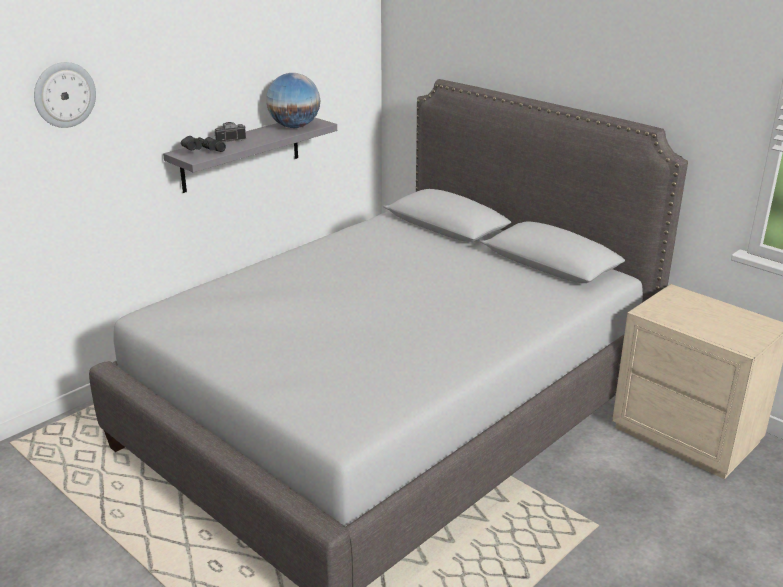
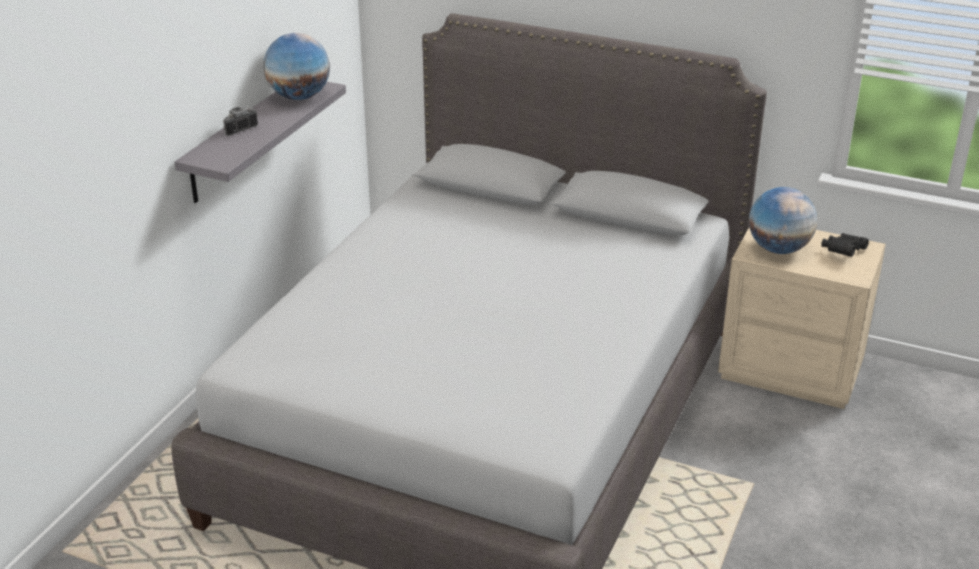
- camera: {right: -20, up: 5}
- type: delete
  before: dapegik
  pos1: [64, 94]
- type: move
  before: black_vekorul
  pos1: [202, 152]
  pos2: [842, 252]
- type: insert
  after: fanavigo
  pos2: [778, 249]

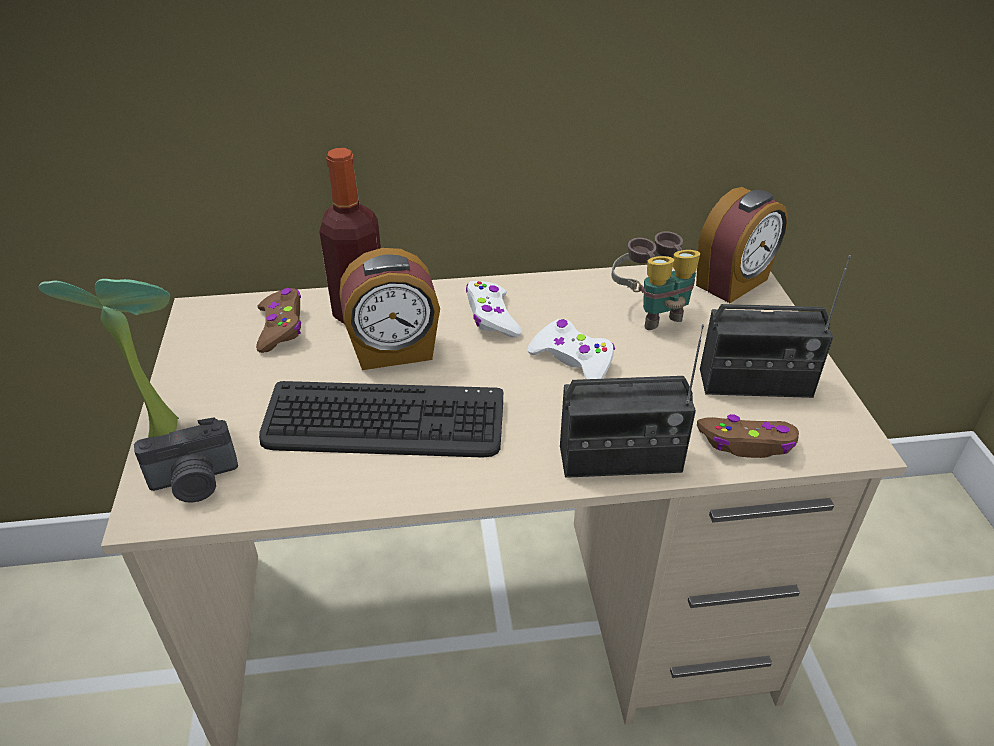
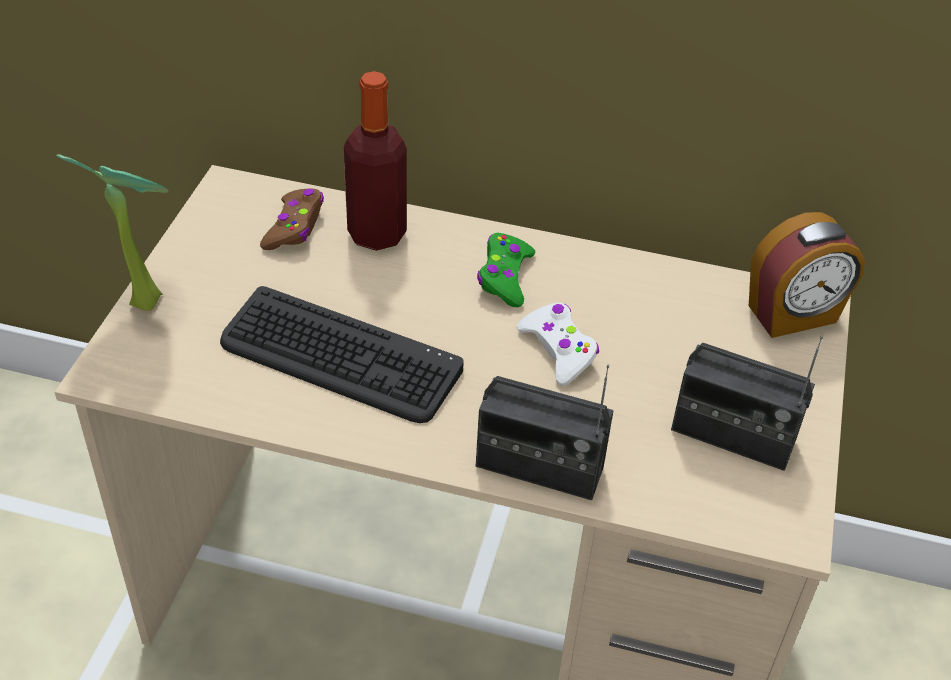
- camera: {right: 20, up: 5}
- type: delete
  before: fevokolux
  pos1: [195, 483]
- type: delete
  before: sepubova
  pos1: [394, 352]
- type: recolor
  before: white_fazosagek
  after: green_fazosagek
  pos1: [491, 317]
  pos2: [505, 277]
- type: delete
  before: vekorul
  pos1: [651, 312]
- type: delete
  before: brown_fazosagek
  pos1: [747, 443]

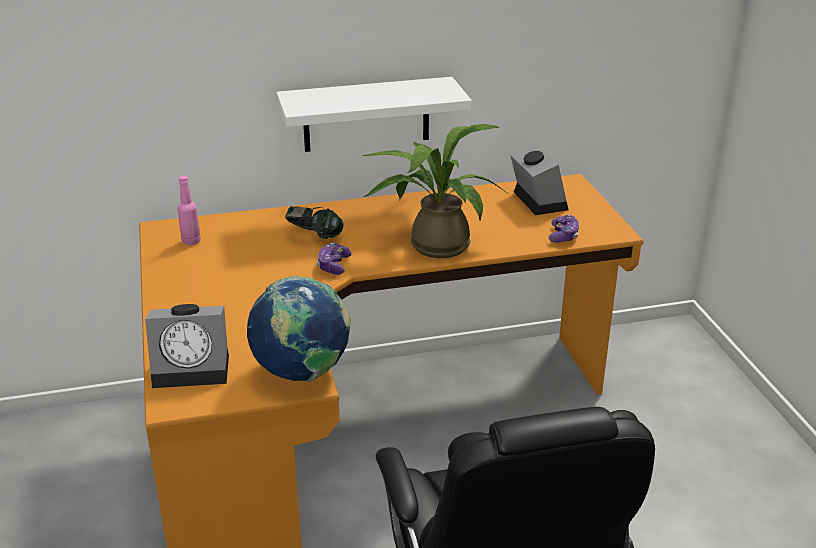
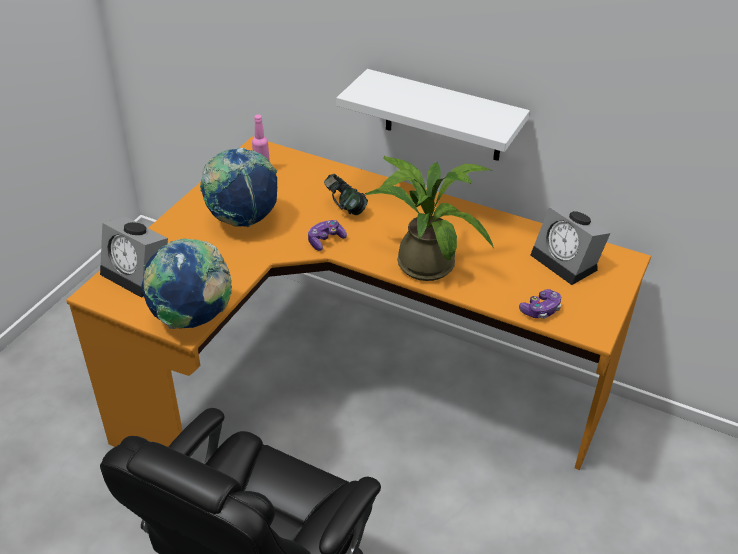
- camera: {right: 40, up: 10}
- type: rotate
  before: sepubova
  pos1: [536, 200]
  pos2: [567, 262]
  turn: 120
- type: insert
  after: fanavigo
  pos2: [242, 220]

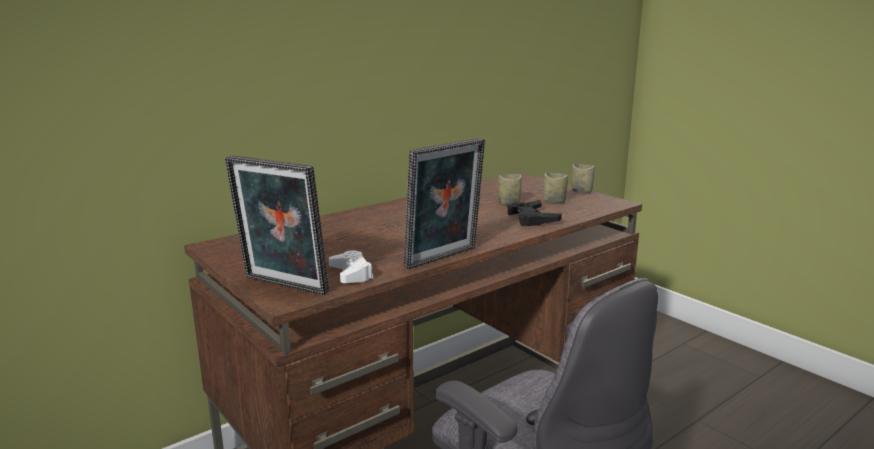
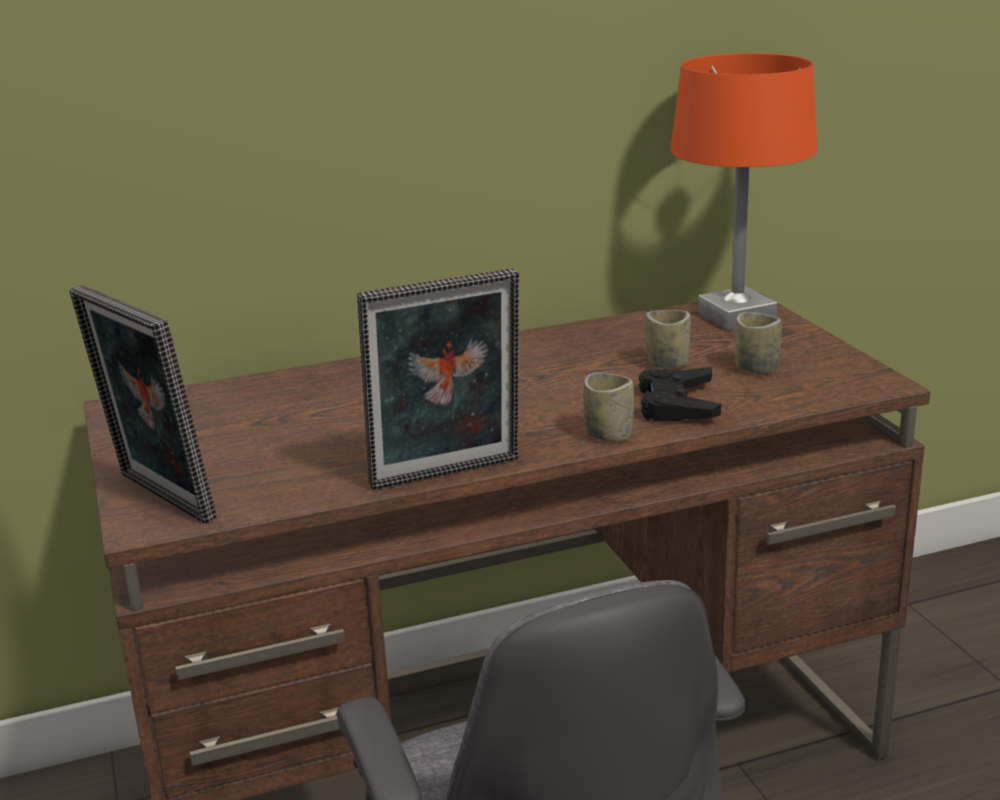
- camera: {right: 20, up: 5}
- type: delete
  before: white_fazosagek
  pos1: [351, 274]
- type: move
  before: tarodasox
  pos1: [581, 191]
  pos2: [608, 435]
- type: insert
  after: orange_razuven
  pos2: [736, 317]

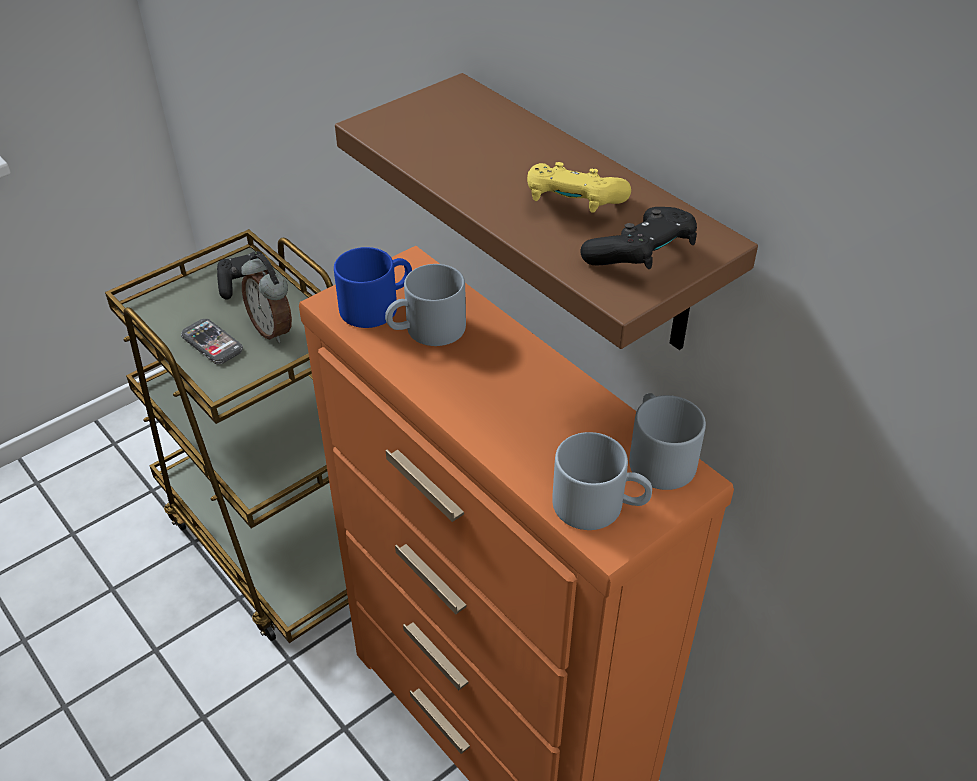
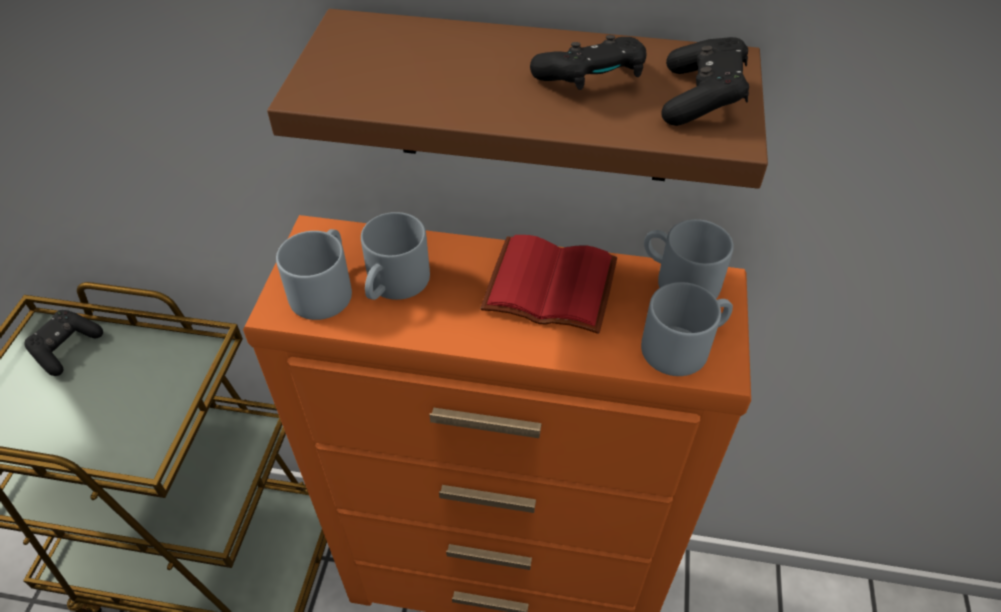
- camera: {right: -40, up: 5}
- type: delete
  before: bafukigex
  pos1: [212, 343]
- type: delete
  before: sepubova
  pos1: [273, 329]
- type: recolor
  before: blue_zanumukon
  after: grey_zanumukon
  pos1: [377, 305]
  pos2: [324, 287]
- type: recolor
  before: yellow_fazosagek
  after: black_fazosagek
  pos1: [572, 205]
  pos2: [590, 82]
- type: insert
  after: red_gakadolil
  pos2: [547, 288]

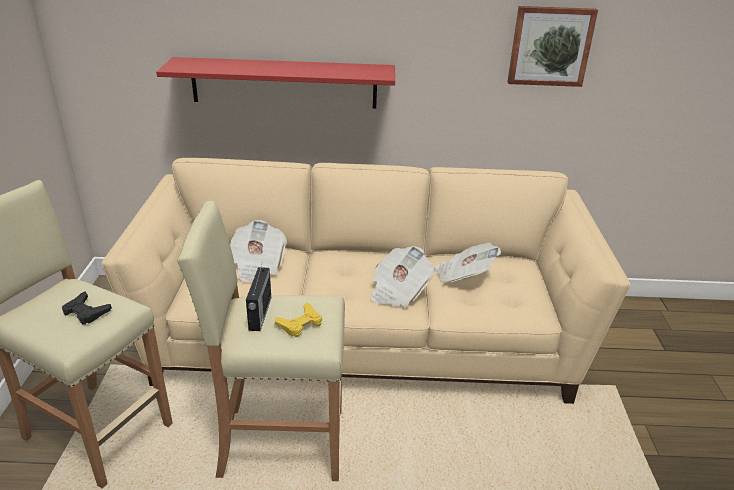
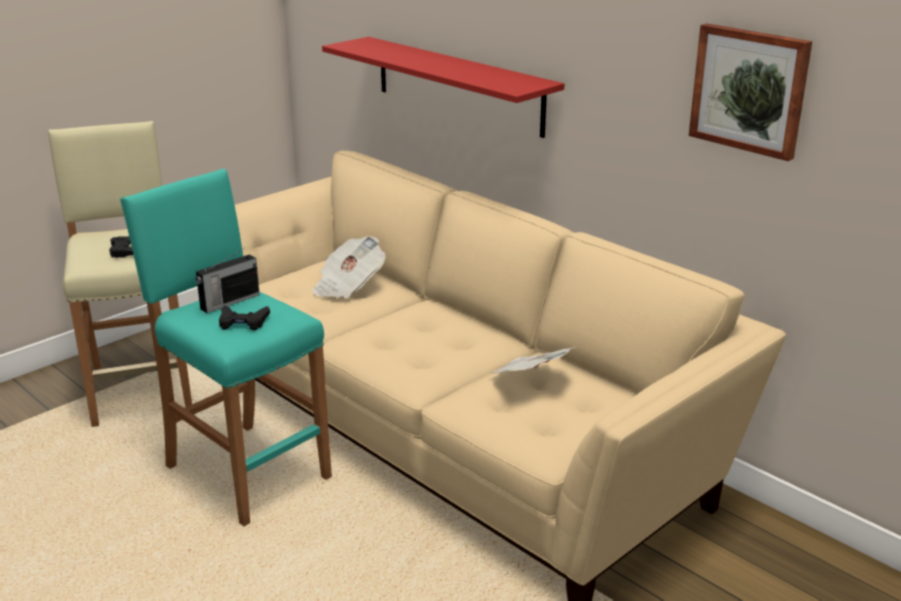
- camera: {right: 45, up: -5}
- type: recolor
  before: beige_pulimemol
  after: turquoise_pulimemol
  pos1: [280, 442]
  pos2: [246, 472]
- type: recolor
  before: yellow_fazosagek
  after: black_fazosagek
  pos1: [300, 324]
  pos2: [243, 322]
- type: delete
  before: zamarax
  pos1: [398, 291]

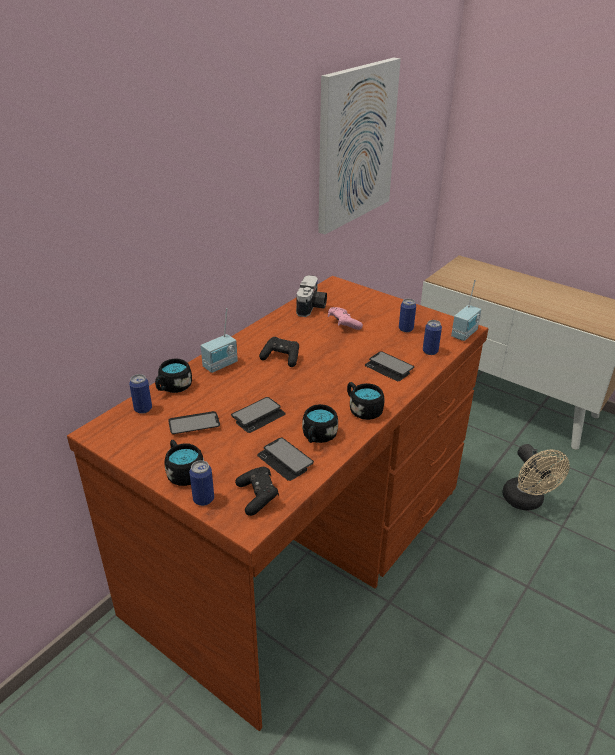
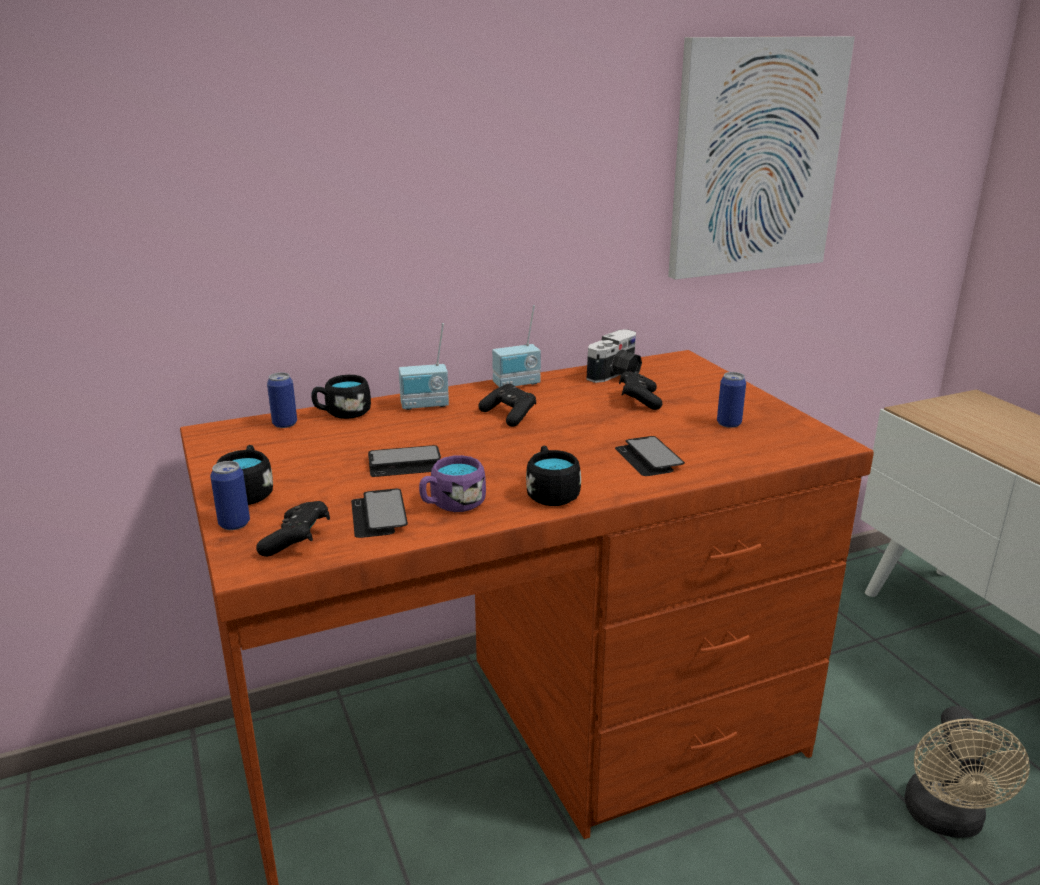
- camera: {right: 30, up: -10}
- type: delete
  before: bafukigex
  pos1: [194, 424]
- type: recolor
  before: black_zanumukon
  after: purple_zanumukon
  pos1: [318, 437]
  pos2: [452, 504]
- type: recolor
  before: pink_fazosagek
  after: black_fazosagek
  pos1: [343, 324]
  pos2: [639, 400]
- type: delete
  before: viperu
  pos1: [430, 351]
- type: move
  before: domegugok
  pos1: [465, 334]
  pos2: [517, 384]

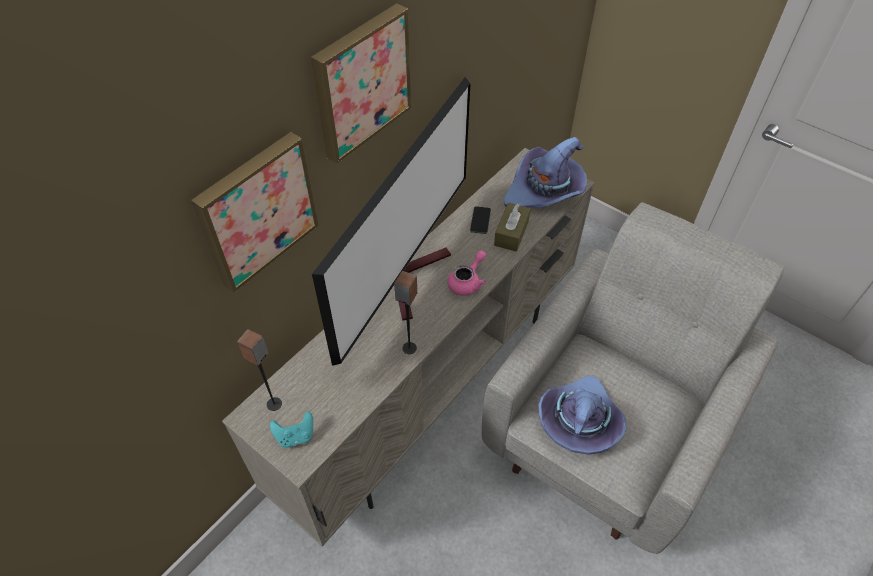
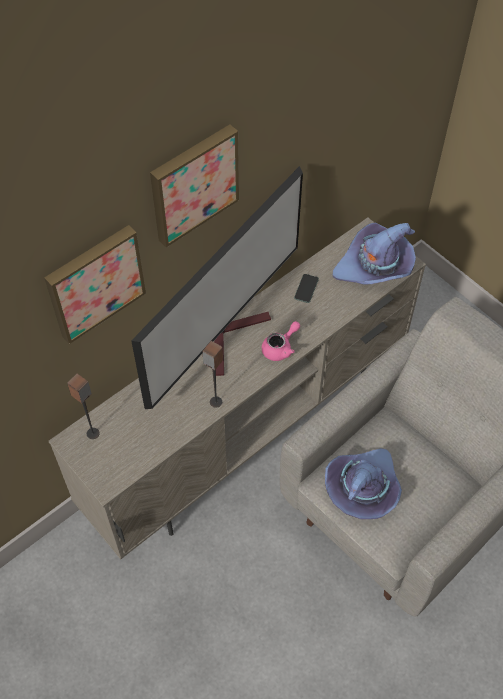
- camera: {right: 10, up: 5}
- type: delete
  before: turquoise_fazosagek
  pos1: [295, 436]
- type: delete
  before: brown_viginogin
  pos1: [511, 233]

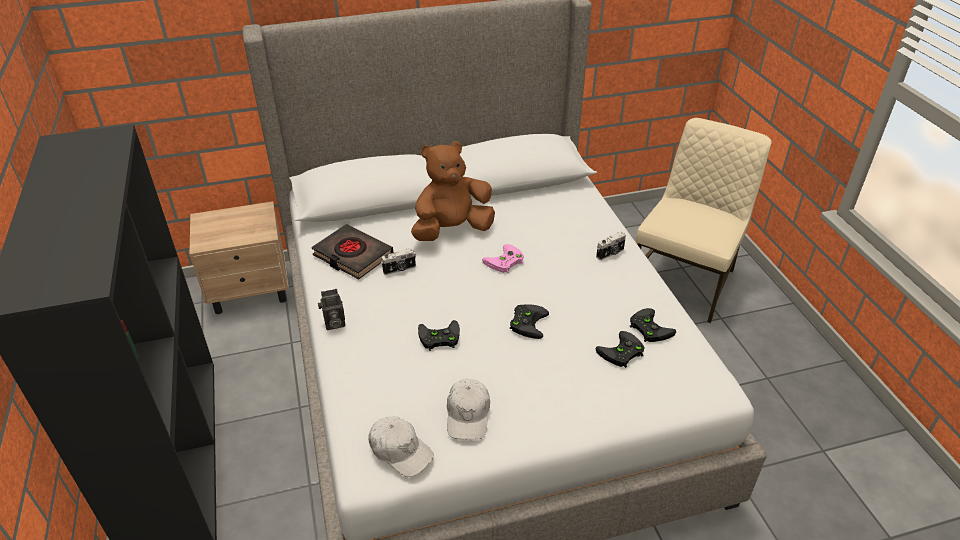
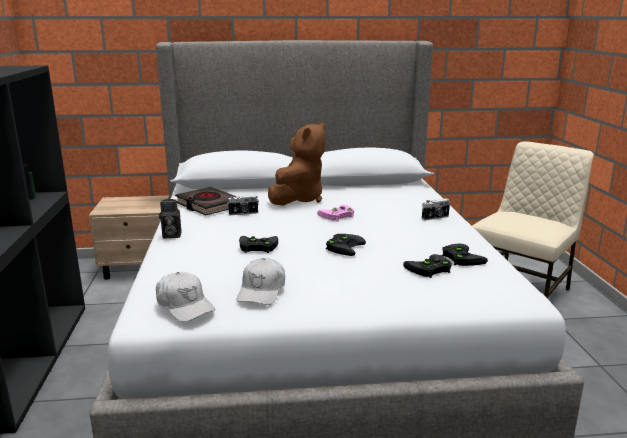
- camera: {right: 10, up: -20}
- type: rotate
  before: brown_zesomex
  pos1: [452, 230]
  pos2: [298, 199]
  turn: 135

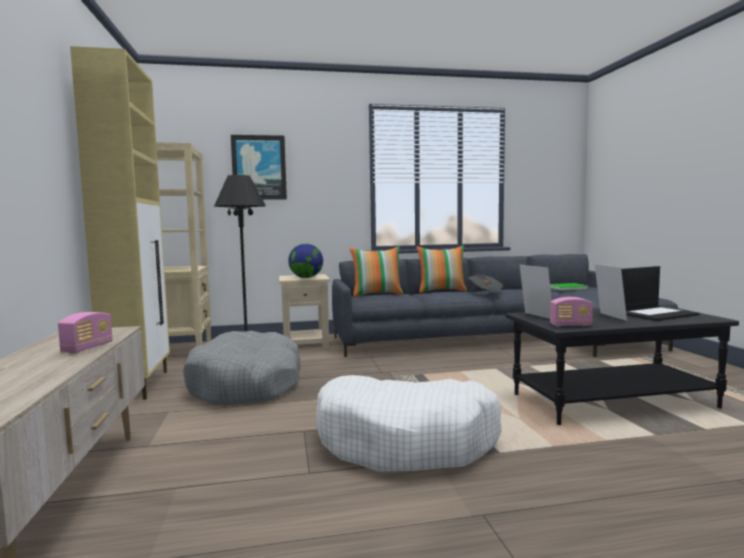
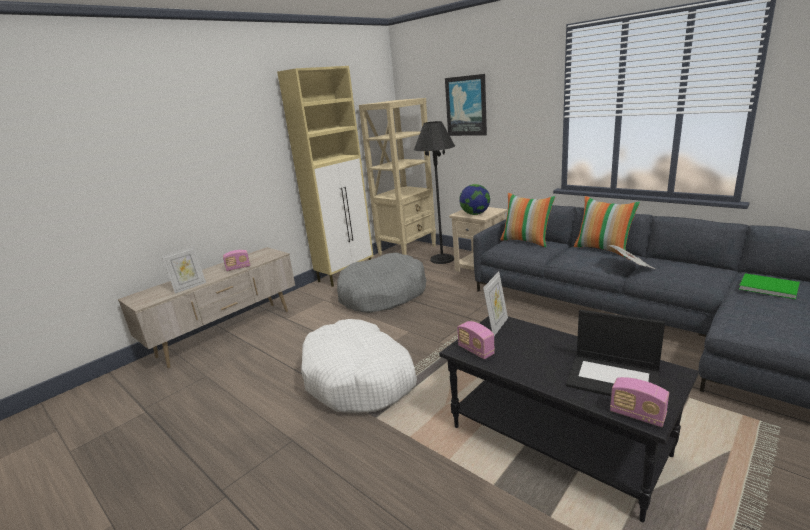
- camera: {right: 55, up: 15}
- type: move
  before: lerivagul
  pos1: [609, 317]
  pos2: [189, 287]
- type: insert
  after: domegugok
  pos2: [637, 415]

